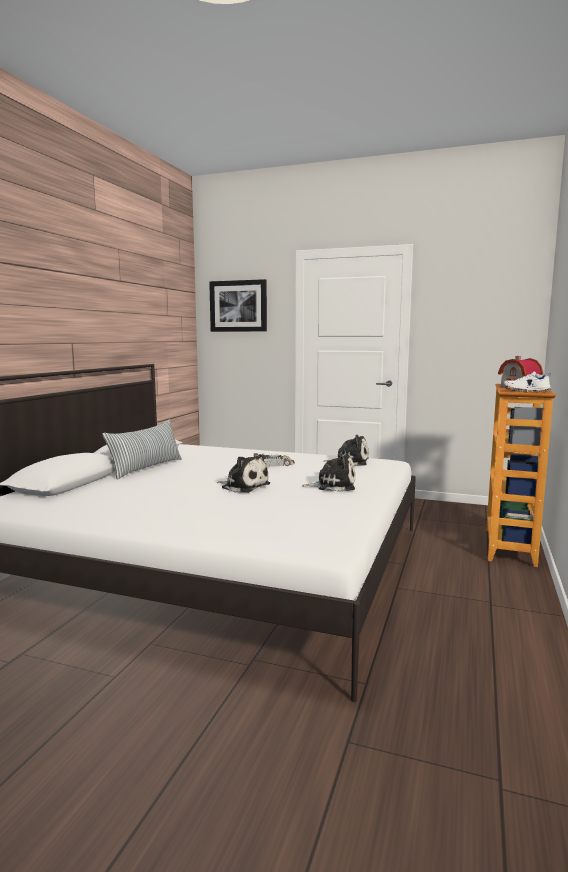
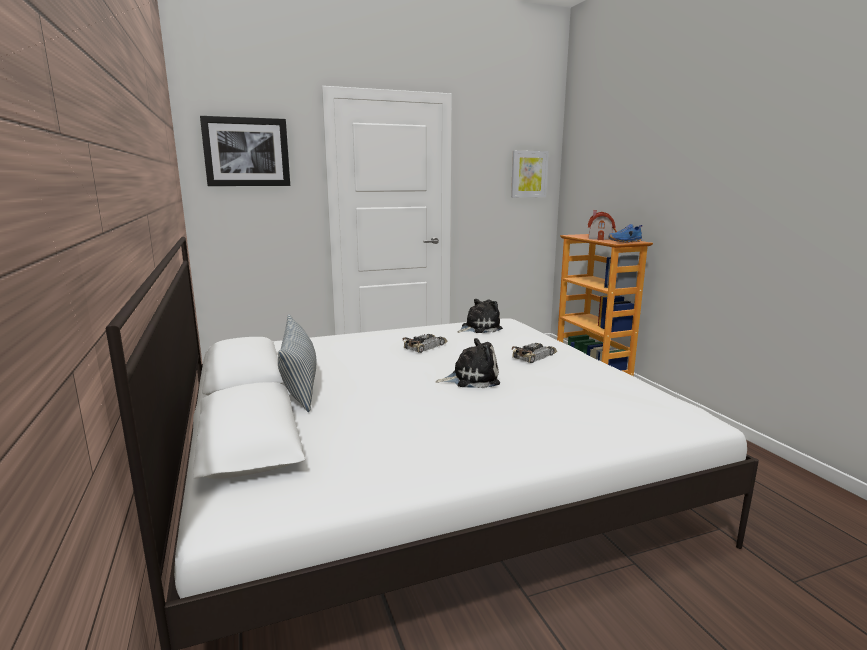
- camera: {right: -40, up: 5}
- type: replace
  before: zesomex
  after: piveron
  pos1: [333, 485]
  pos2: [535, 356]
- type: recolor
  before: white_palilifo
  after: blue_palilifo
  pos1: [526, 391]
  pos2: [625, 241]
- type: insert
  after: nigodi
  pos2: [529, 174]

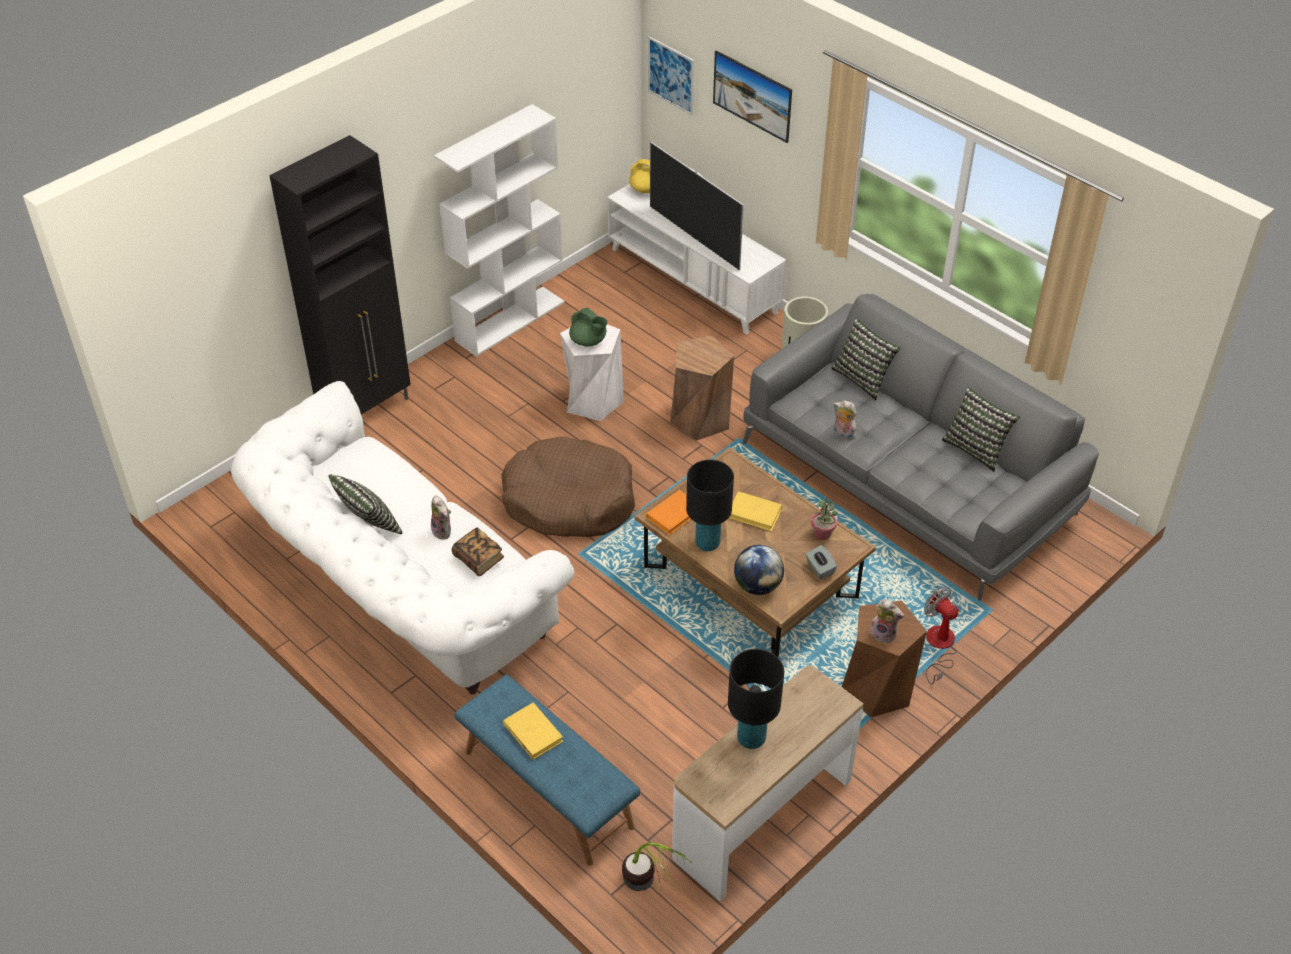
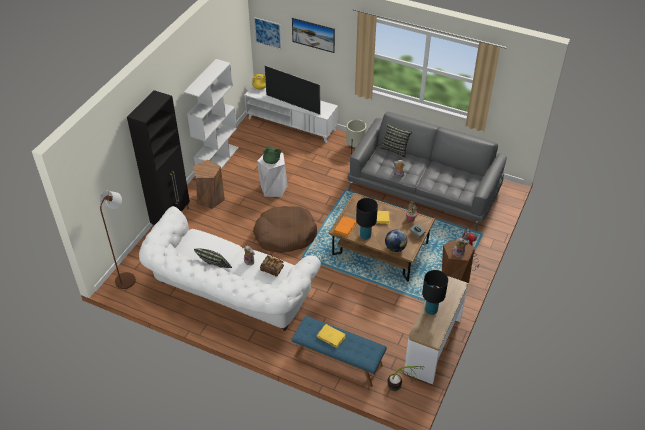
- camera: {right: -20, up: 0}
- type: move
  before: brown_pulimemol
  pos1: [700, 419]
  pos2: [210, 198]
- type: delete
  before: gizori
  pos1: [976, 448]
- type: insert
  after: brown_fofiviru
  pos2: [127, 278]

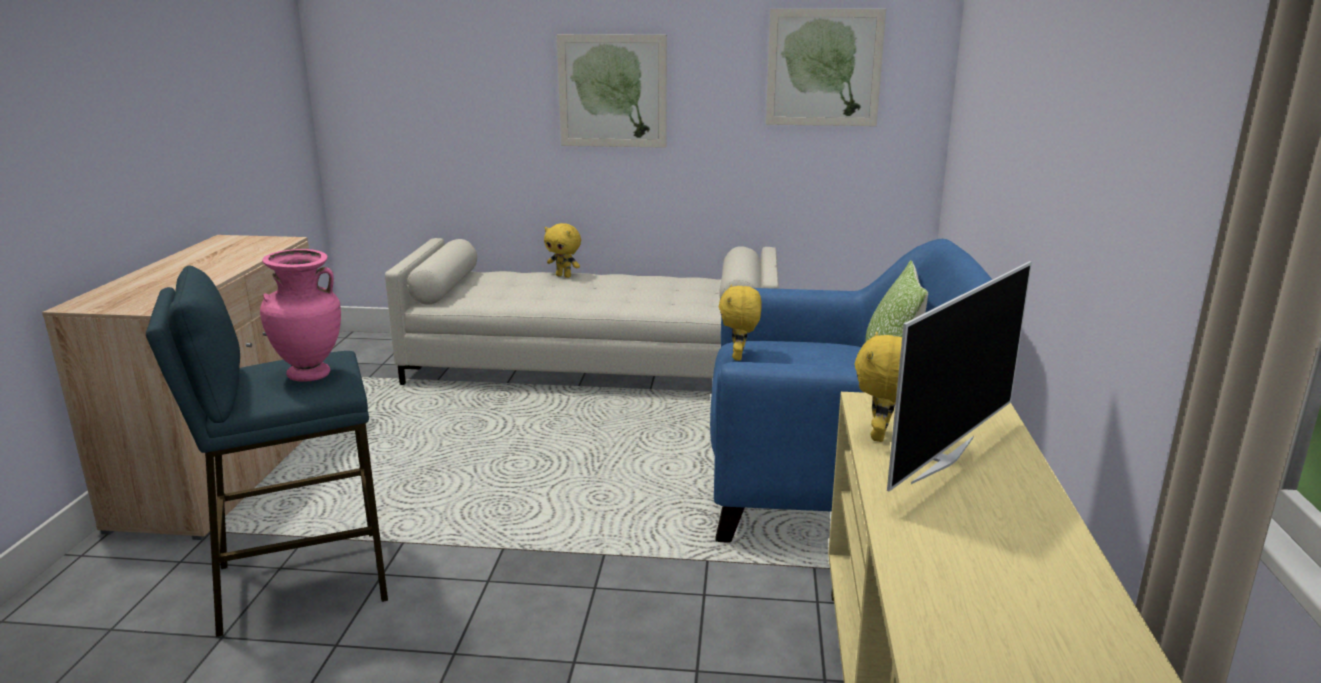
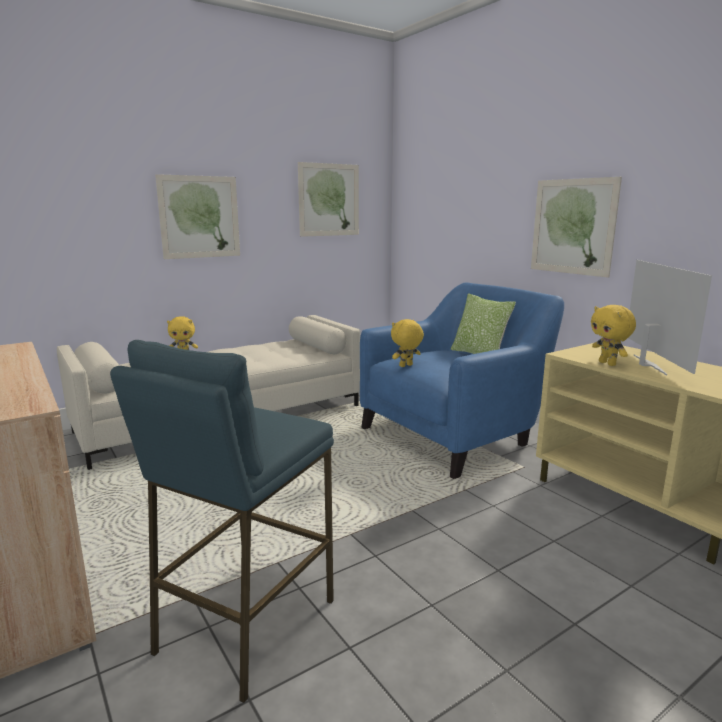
- camera: {right: -40, up: -5}
- type: delete
  before: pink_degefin
  pos1: [310, 375]
- type: rotate
  before: yellow_zesomex
  pos1: [739, 357]
  pos2: [406, 366]
  turn: 90
- type: insert
  after: nigodi
  pos2: [572, 226]

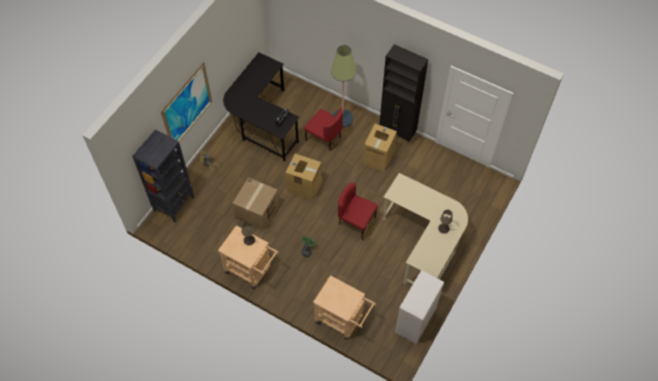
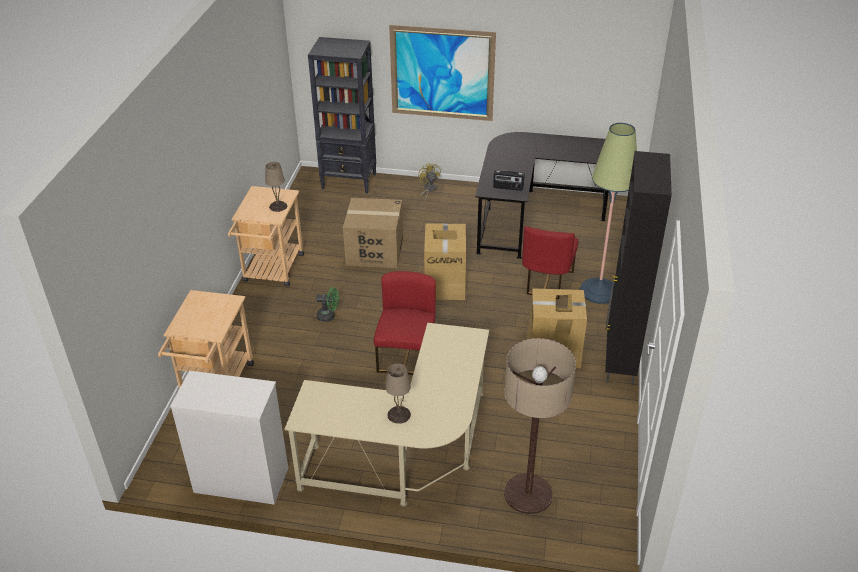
- camera: {right: 70, up: -20}
- type: insert
  after: fofiviru
  pos2: [528, 494]

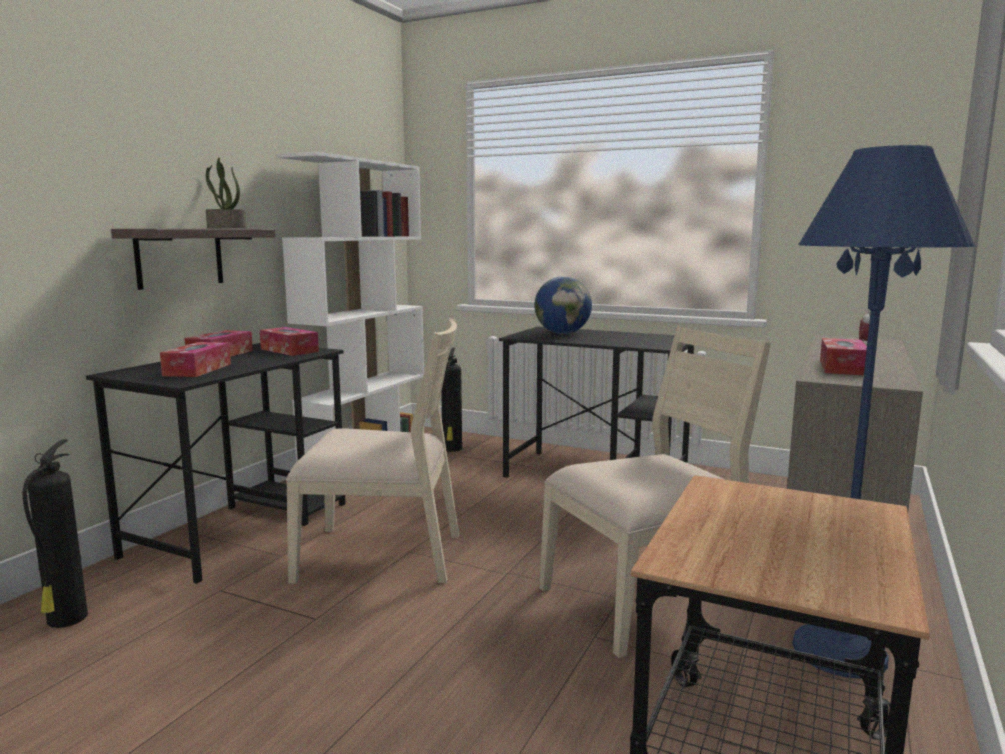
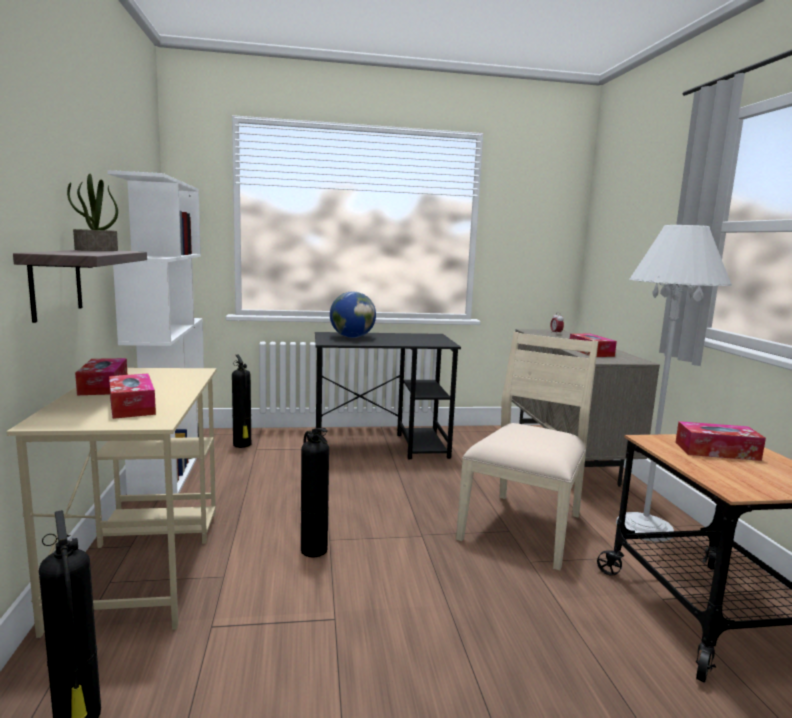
- camera: {right: -35, up: 0}
- type: recolor
  before: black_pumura
  after: beige_pumura
  pos1: [241, 528]
  pos2: [143, 563]
- type: move
  before: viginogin
  pos1: [289, 350]
  pos2: [716, 451]
- type: replace
  before: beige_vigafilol
  after: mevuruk
  pos1: [382, 555]
  pos2: [313, 549]
- type: recolor
  before: blue_fofiviru
  after: white_fofiviru
  pos1: [838, 651]
  pos2: [644, 527]

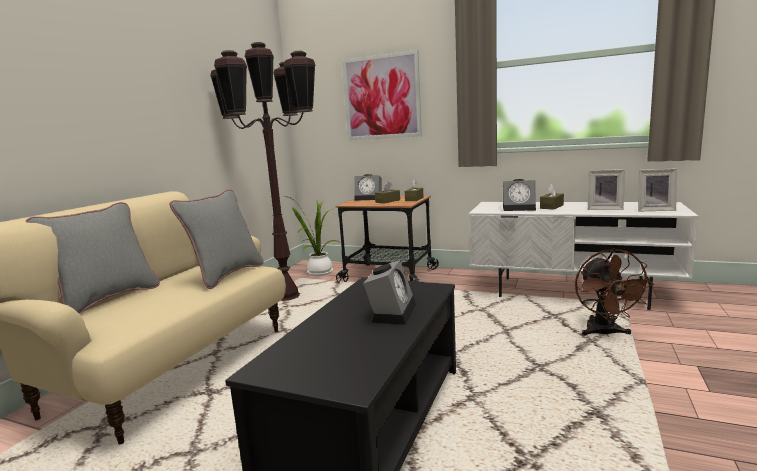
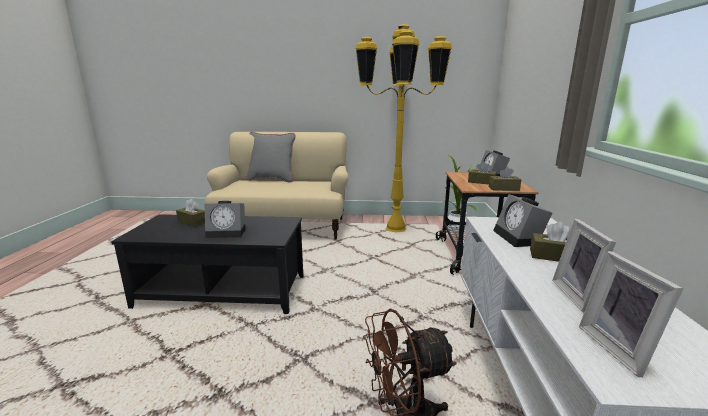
- camera: {right: 70, up: 5}
- type: delete
  before: grey_gizori
  pos1: [226, 275]
- type: recolor
  before: brown_fofiviru
  after: yellow_fofiviru
  pos1: [286, 296]
  pos2: [396, 229]
- type: delete
  before: nigodi
  pos1: [381, 97]
- type: insert
  after: brown_viginogin
  pos2: [192, 222]

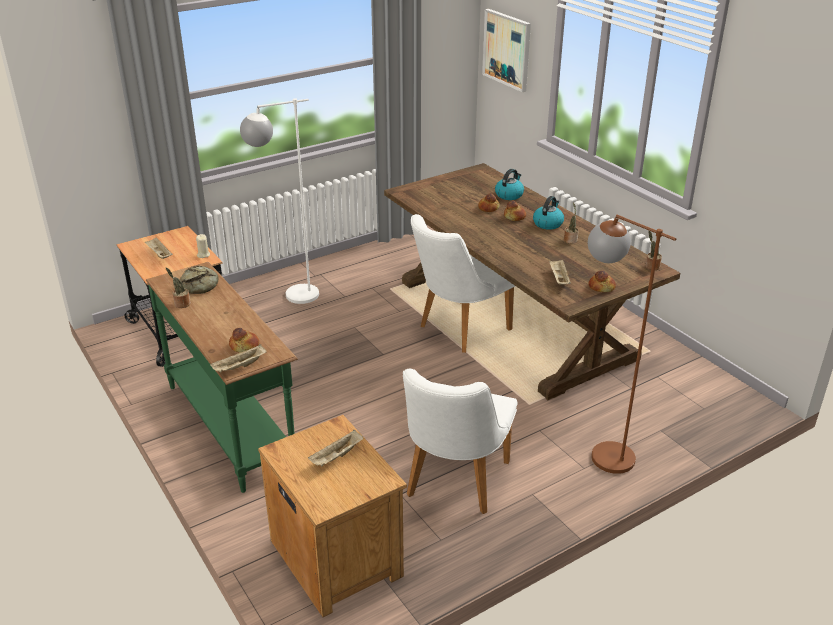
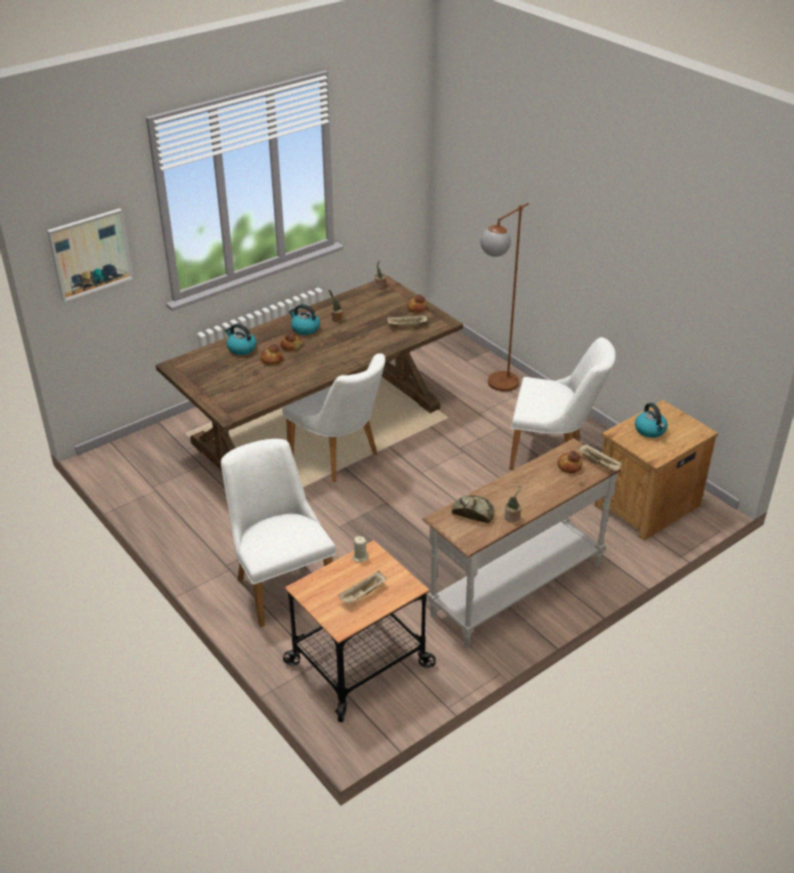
- camera: {right: -95, up: 5}
- type: recolor
  before: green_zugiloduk
  after: white_zugiloduk
  pos1: [232, 425]
  pos2: [515, 588]
- type: replace
  before: white_fofiviru
  after: white_vigafilol
  pos1: [290, 297]
  pos2: [280, 583]
- type: replace
  before: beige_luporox
  after: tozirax
  pos1: [337, 457]
  pos2: [650, 430]

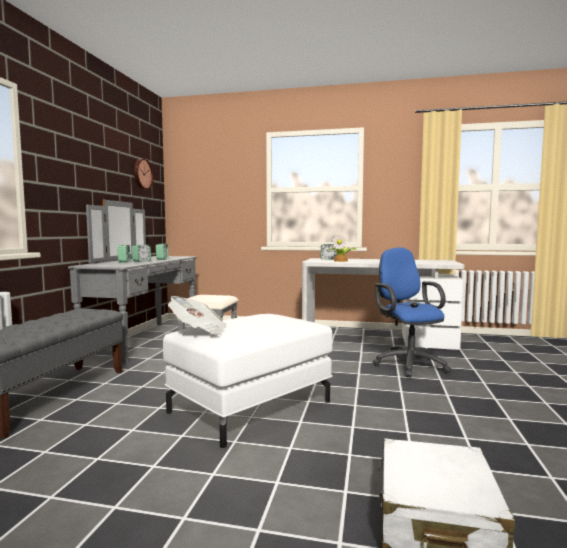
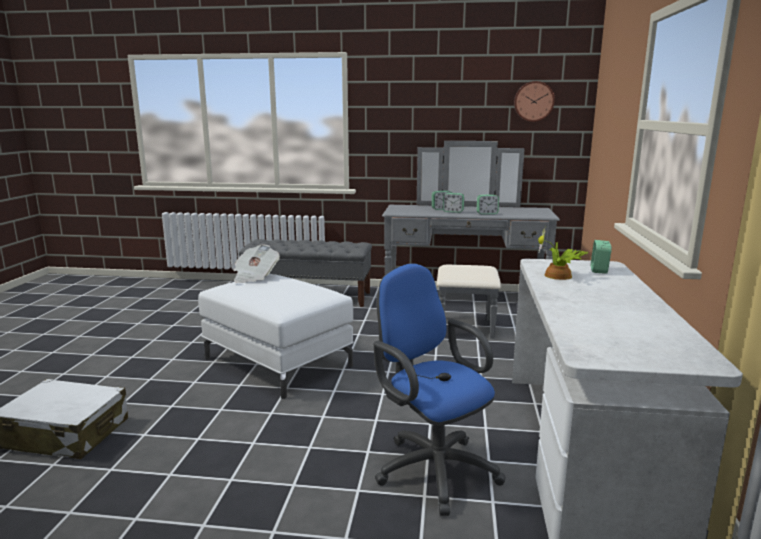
- camera: {right: 85, up: 10}
- type: rotate
  before: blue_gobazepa
  pos1: [408, 364]
  pos2: [432, 467]
  turn: -105

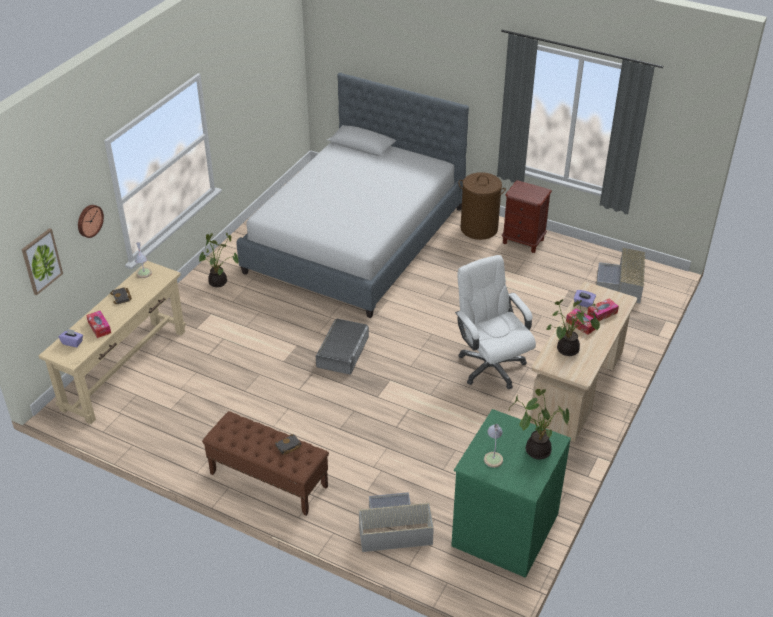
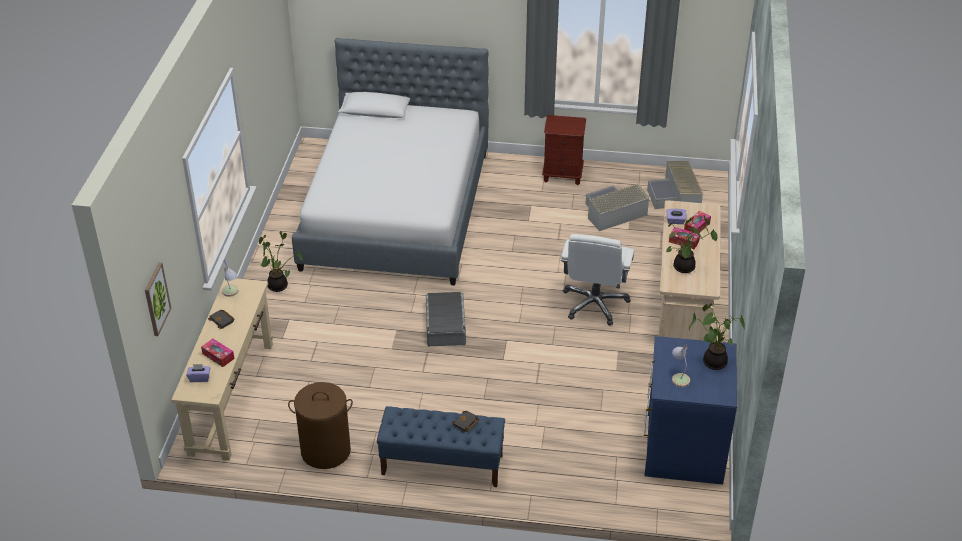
- camera: {right: -20, up: 0}
- type: delete
  before: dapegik
  pos1: [89, 220]
- type: recolor
  before: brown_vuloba
  after: blue_vuloba
  pos1: [268, 480]
  pos2: [441, 464]
- type: move
  before: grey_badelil
  pos1: [393, 529]
  pos2: [612, 213]
- type: recolor
  before: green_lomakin
  after: blue_lomakin
  pos1: [503, 529]
  pos2: [682, 448]
- type: rotate
  before: white_gobazepa
  pos1: [490, 366]
  pos2: [594, 304]
  turn: -120
- type: move
  before: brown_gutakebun
  pos1: [479, 229]
  pos2: [325, 451]

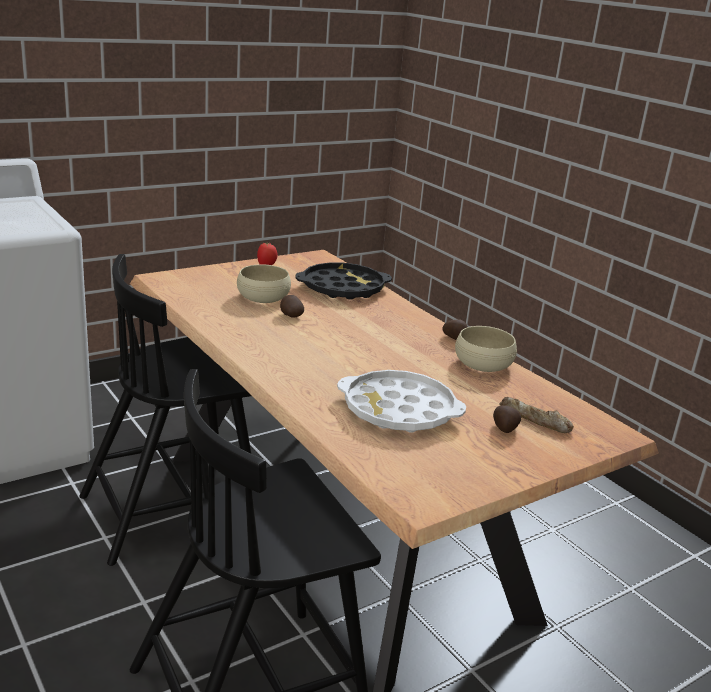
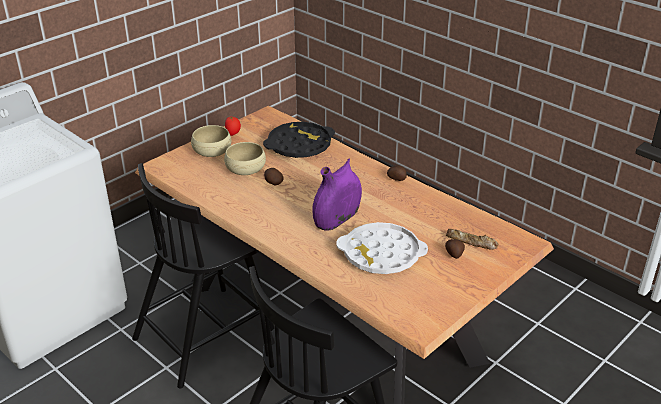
- camera: {right: -10, up: 10}
- type: move
  before: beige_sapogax
  pos1: [483, 364]
  pos2: [212, 151]
- type: insert
  after: purple_degefin
  pos2: [337, 218]

